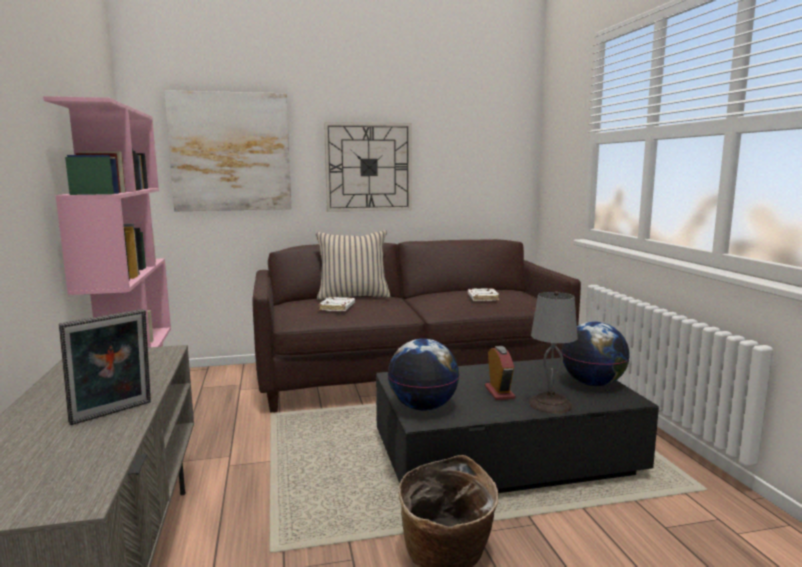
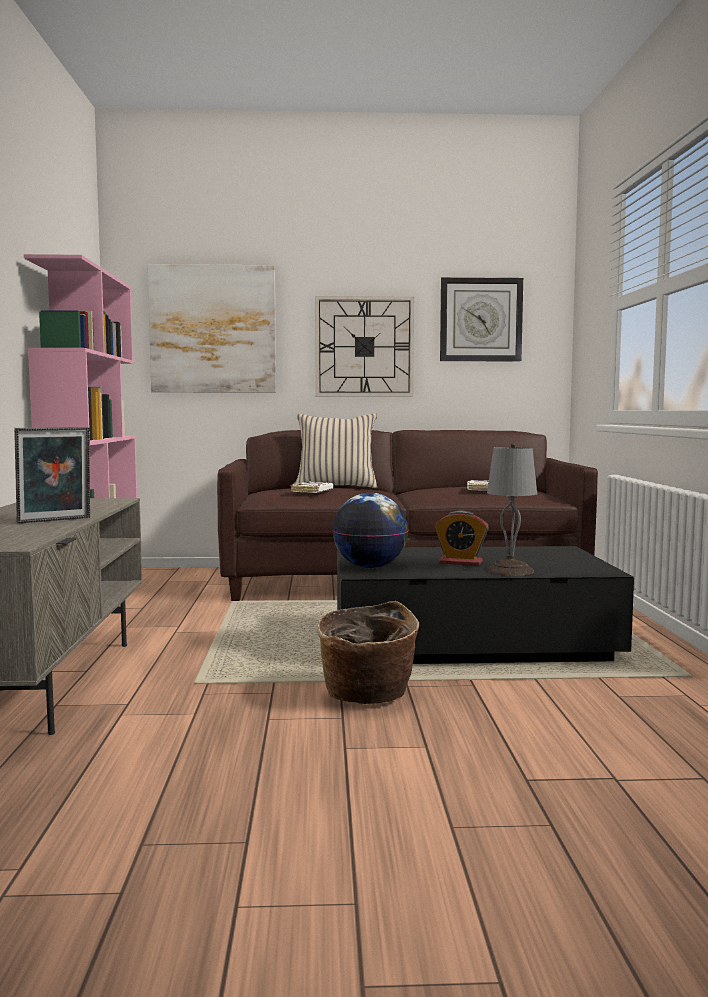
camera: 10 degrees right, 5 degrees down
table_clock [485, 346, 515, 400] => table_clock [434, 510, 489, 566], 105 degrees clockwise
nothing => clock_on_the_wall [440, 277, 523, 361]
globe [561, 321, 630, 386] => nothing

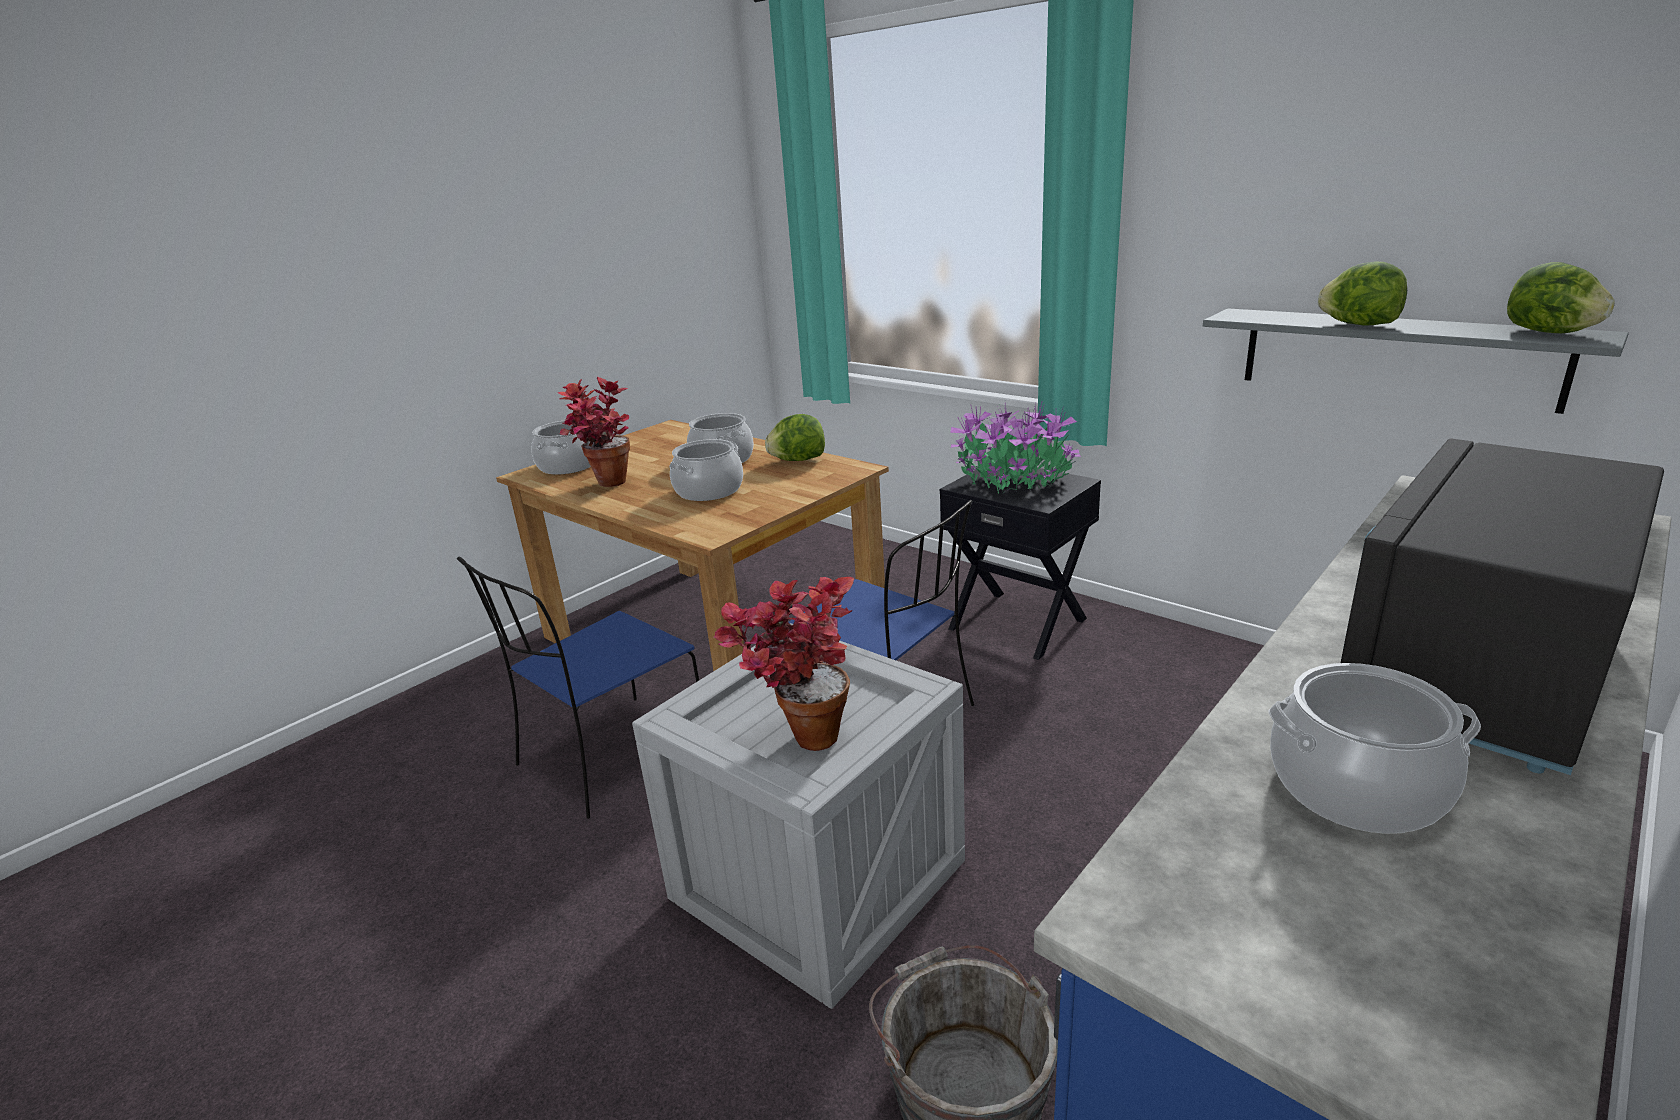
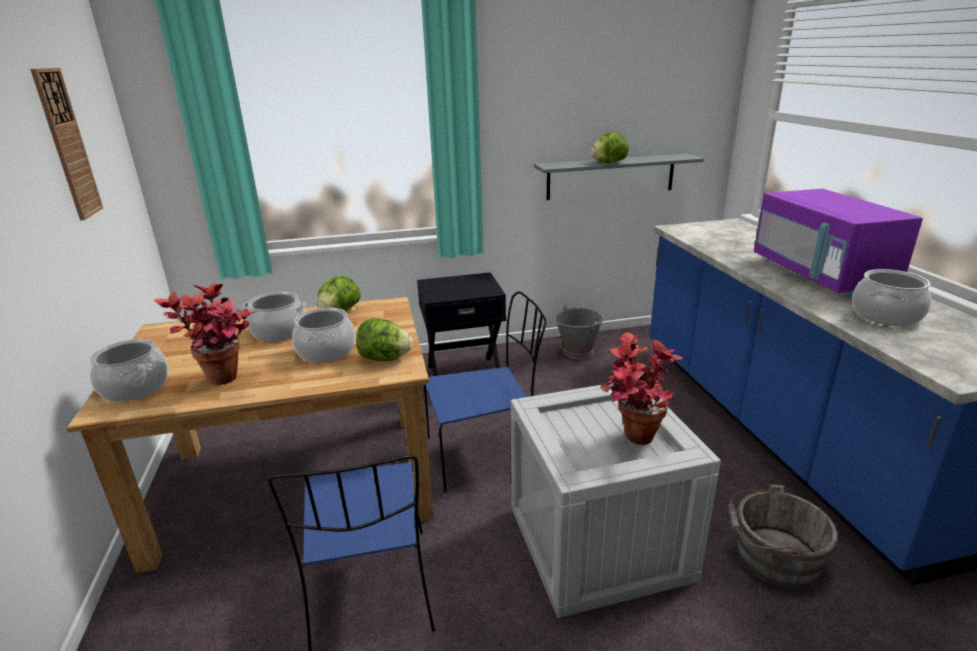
camera: 55 degrees left, 0 degrees up
nothing => clock_on_the_wall [30, 68, 103, 220]
lettuce [1507, 262, 1615, 333] => lettuce [356, 318, 413, 361], shifted
nothing => gray_bucket [555, 305, 605, 359]
blackish_microwave [1341, 438, 1664, 775] => purple_microwave [754, 188, 923, 297]
houseplant [950, 403, 1081, 493] => nothing

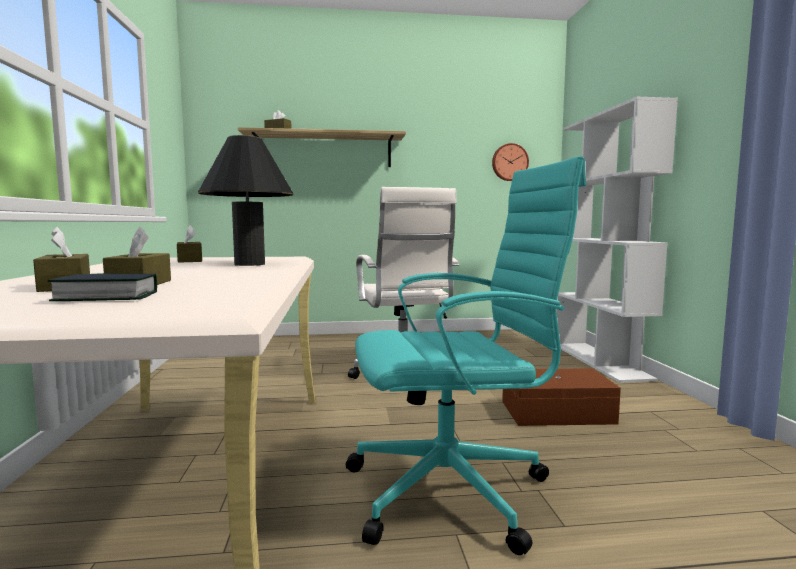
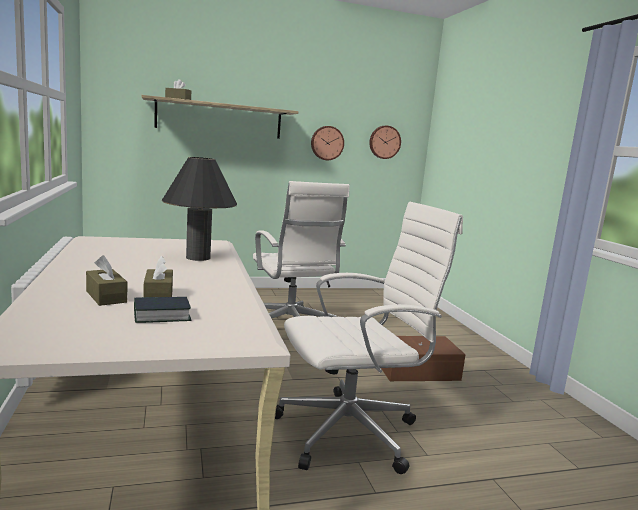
camera: 10 degrees left, 5 degrees up
turquoise_desk_chair [346, 156, 586, 555] => white-coloured_desk_chair [275, 202, 463, 474]
nothing => clock_on_the_wall [311, 126, 344, 160]
brown_tissue_holder [177, 226, 202, 263] => nothing
white-coloured_bookshelf [556, 97, 678, 383] => nothing

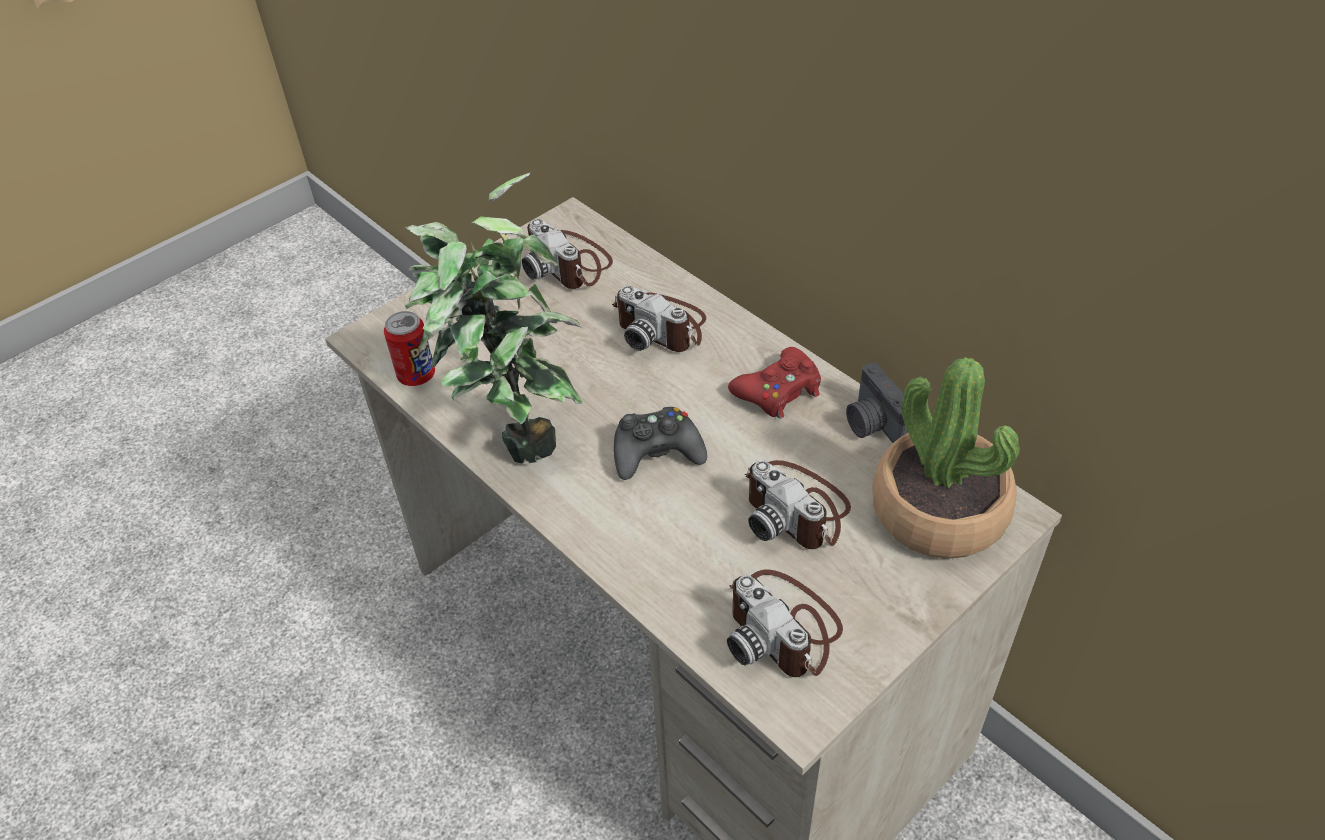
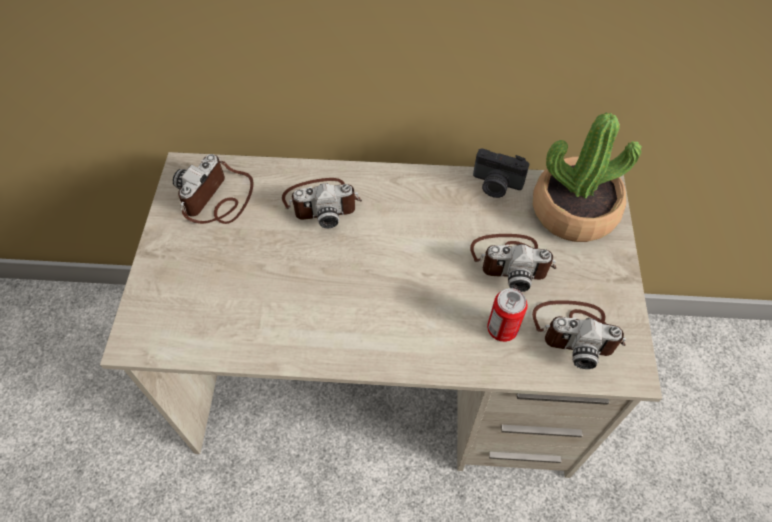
camera: 45 degrees left, 10 degrees up
still_camera [522, 218, 613, 289] => still_camera [173, 154, 254, 224], 105 degrees clockwise
can [384, 311, 435, 386] => can [487, 288, 528, 342], shifted
houseplant [404, 173, 583, 464] => nothing
blackish_gamepad [614, 407, 707, 480] => nothing
red_gamepad [728, 347, 821, 419] => nothing

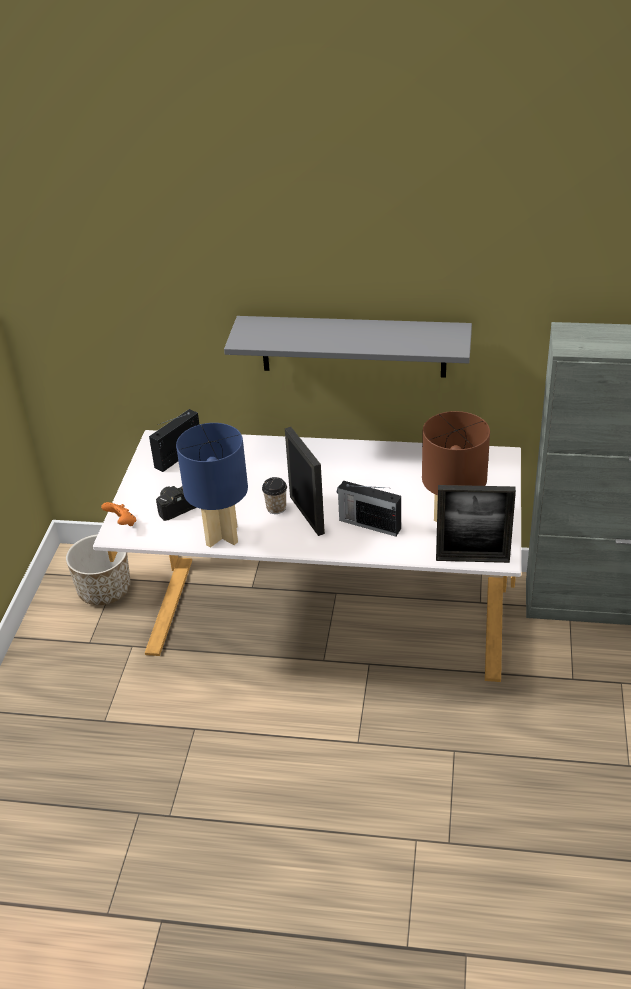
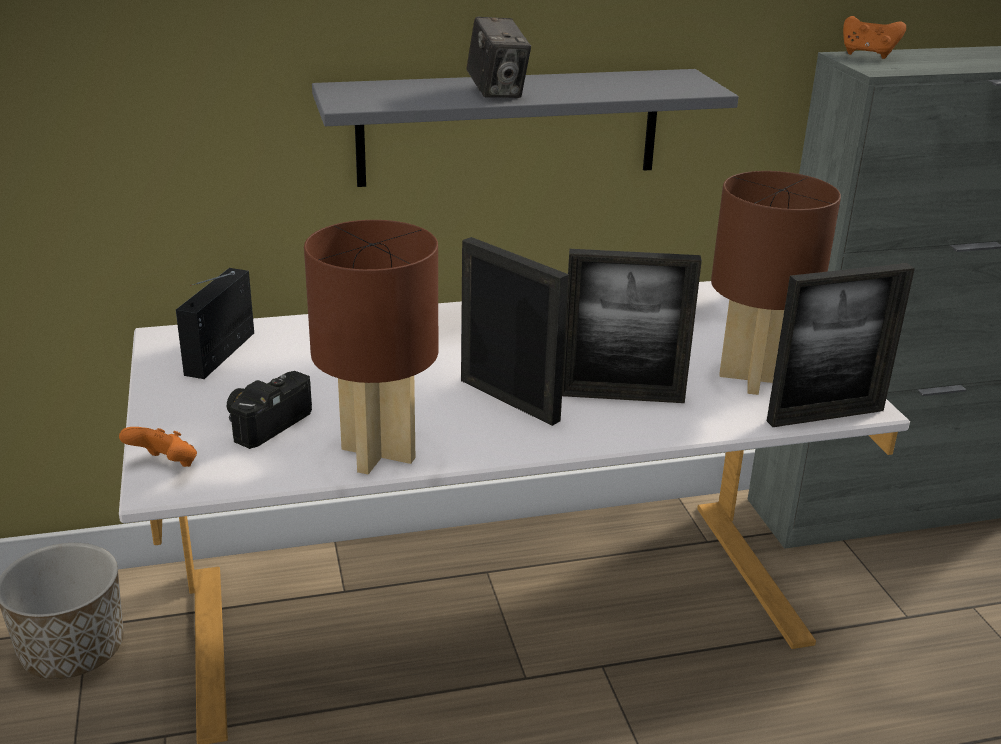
camera: 25 degrees left, 10 degrees down
blue_tabletop_lamp [176, 423, 248, 548] => brown_tabletop_lamp [304, 220, 438, 474]
nothing => still_camera [466, 17, 531, 98]
radio [337, 481, 401, 537] => photo_frame [562, 249, 702, 403]
nothing => orangey_gamepad [843, 16, 906, 59]
small_cup [262, 477, 287, 514] => nothing

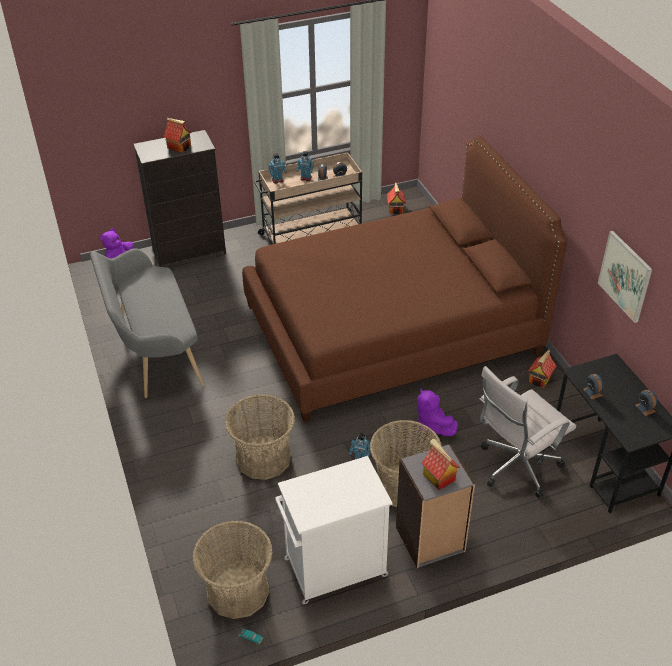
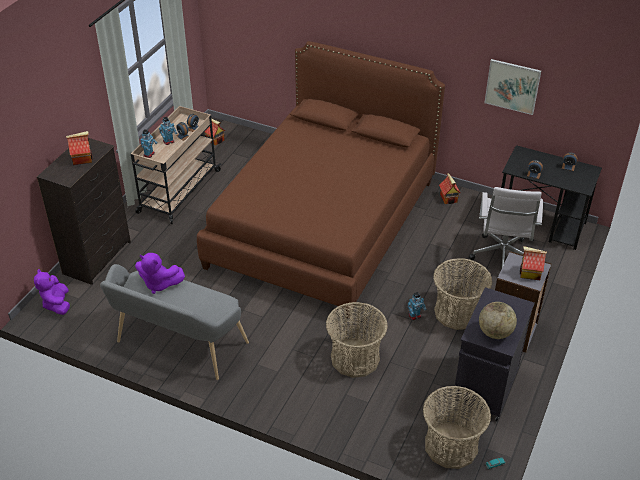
camera: 45 degrees left, 0 degrees up
purple_cuddly_toy [417, 388, 458, 436] => purple_cuddly_toy [135, 253, 185, 294], shifted
white-coloured_cupboard [275, 456, 393, 604] => blackish_cupboard [452, 287, 535, 422]
nothing => globe [479, 302, 517, 339]

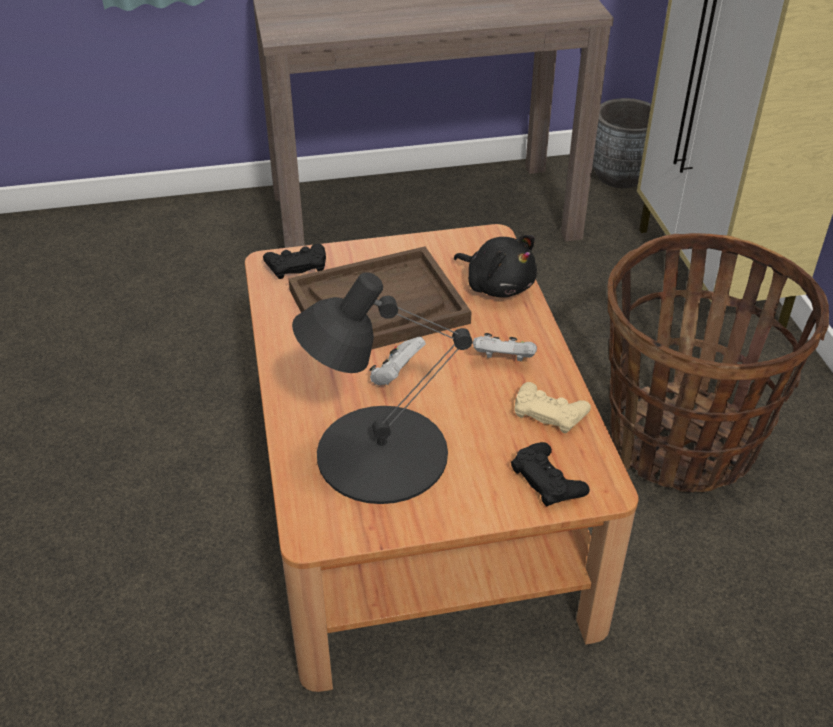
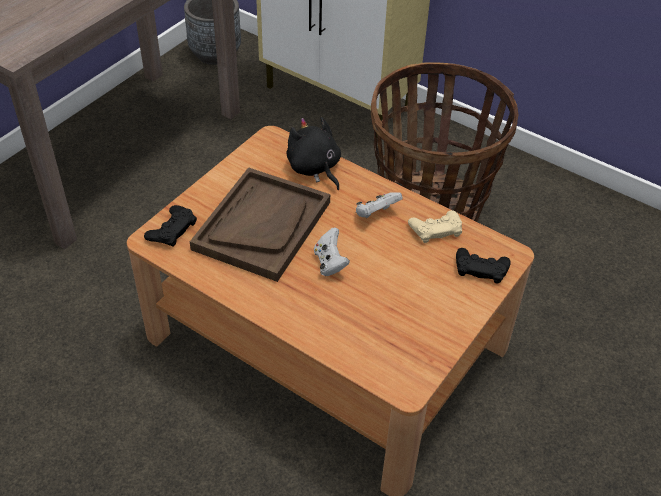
camera: 45 degrees left, 5 degrees up
blackish_cuddly_toy [454, 235, 537, 298] => blackish_cuddly_toy [286, 117, 341, 190], 120 degrees counterclockwise
blackish_tabletop_lamp [292, 272, 472, 504] => nothing

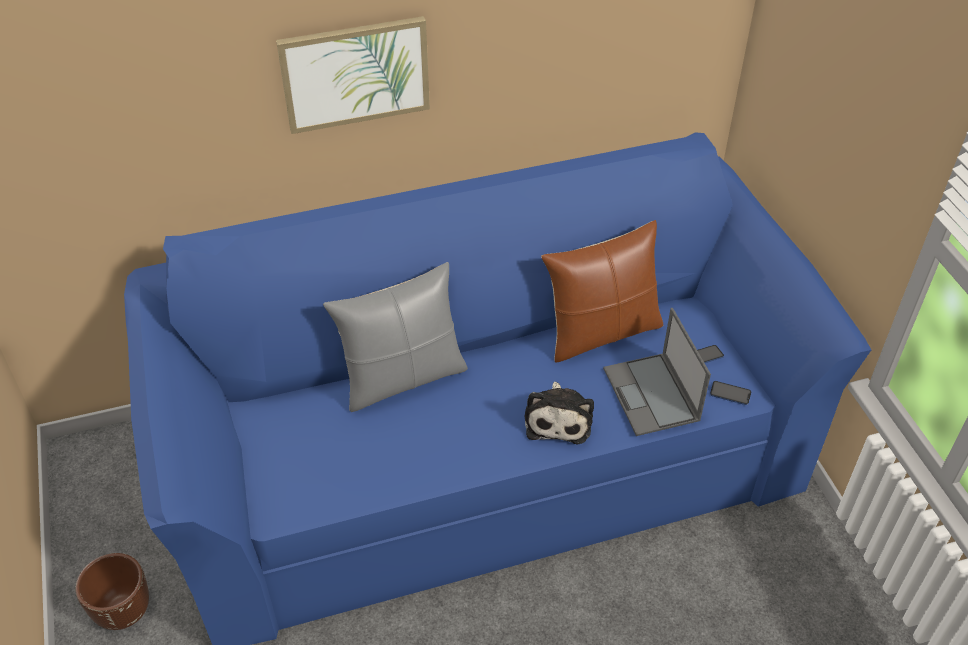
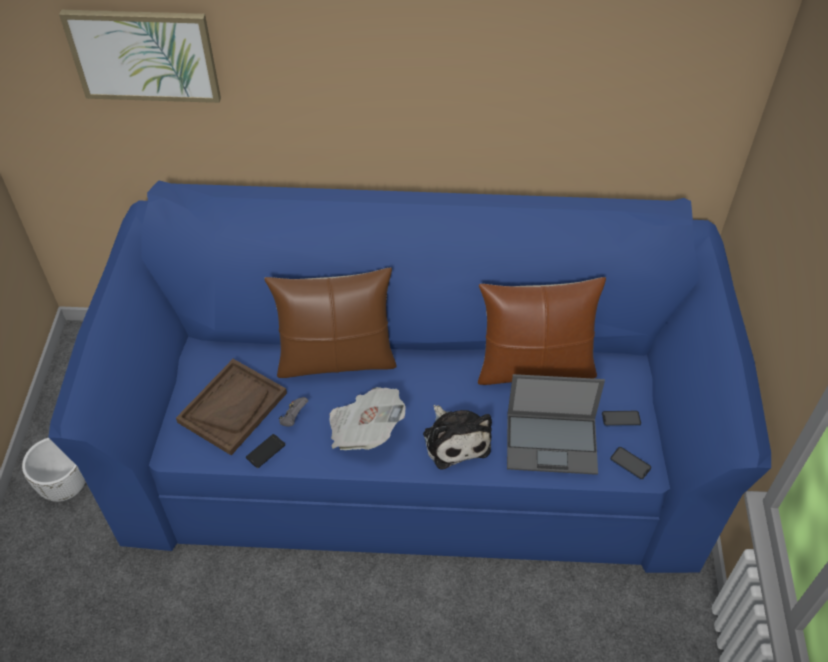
camera: 20 degrees right, 5 degrees up
brown_planter [76, 553, 149, 630] => white-coloured_planter [22, 438, 86, 502]
wall_art [276, 16, 430, 134] => wall_art [59, 10, 221, 103], shifted
nothing => brown_carrying_tray [176, 359, 287, 455]
nothing => telephone [246, 434, 286, 468]
gray_throw_pillow [323, 262, 468, 412] => brown_throw_pillow [264, 268, 397, 378]
nothing => gray_gamepad [279, 397, 308, 427]
nothing => daily_paper [329, 387, 406, 450]
cuddly_toy [525, 382, 594, 444] => cuddly_toy [423, 405, 492, 470], 45 degrees counterclockwise
portable_computer [603, 308, 711, 436] => portable_computer [507, 374, 605, 475], 90 degrees counterclockwise

